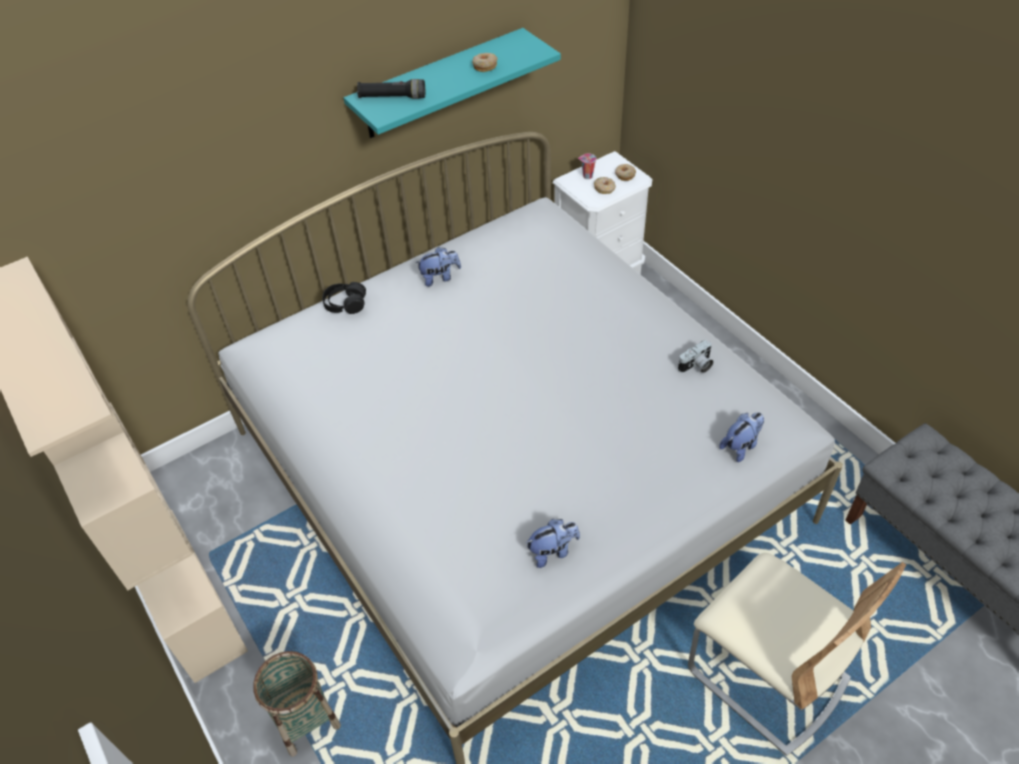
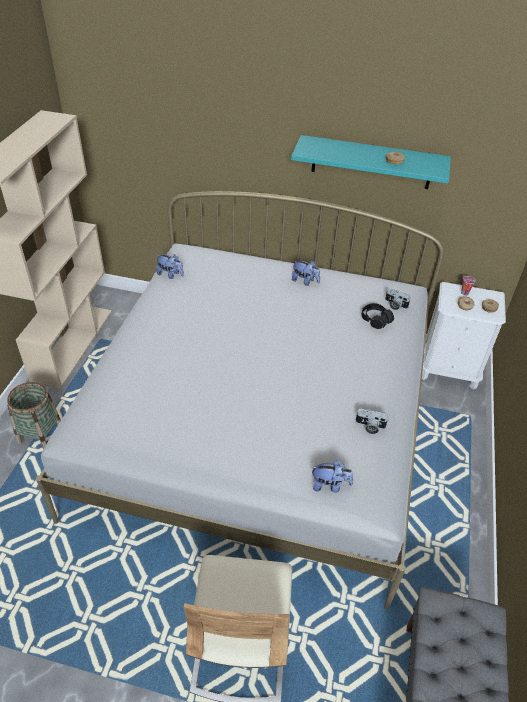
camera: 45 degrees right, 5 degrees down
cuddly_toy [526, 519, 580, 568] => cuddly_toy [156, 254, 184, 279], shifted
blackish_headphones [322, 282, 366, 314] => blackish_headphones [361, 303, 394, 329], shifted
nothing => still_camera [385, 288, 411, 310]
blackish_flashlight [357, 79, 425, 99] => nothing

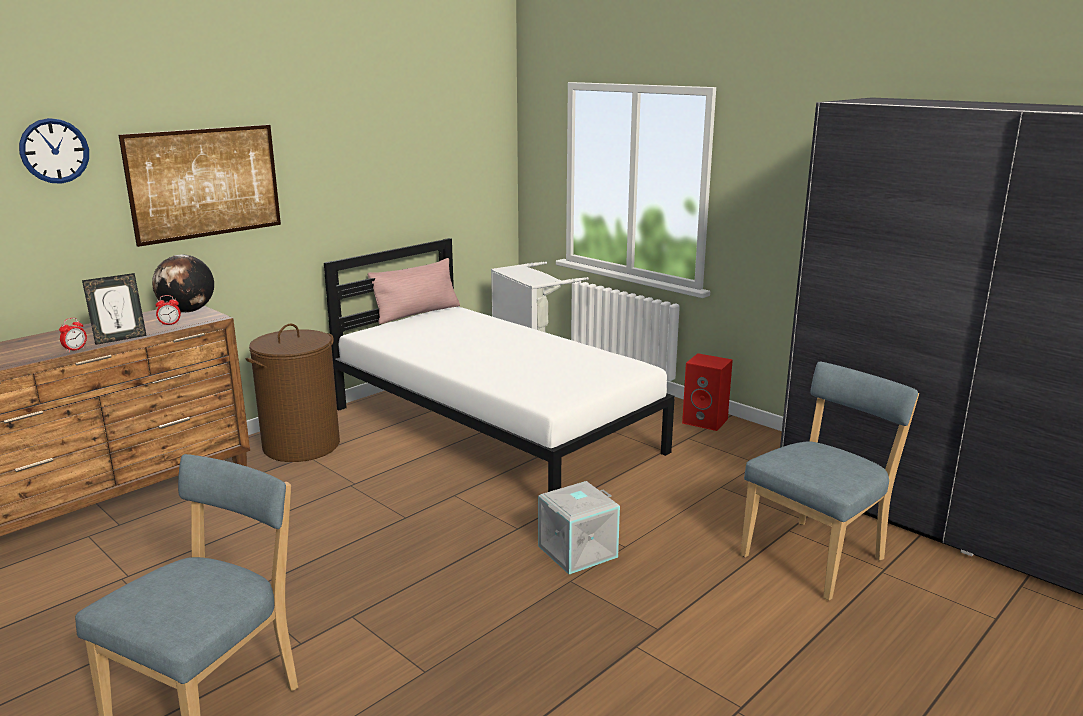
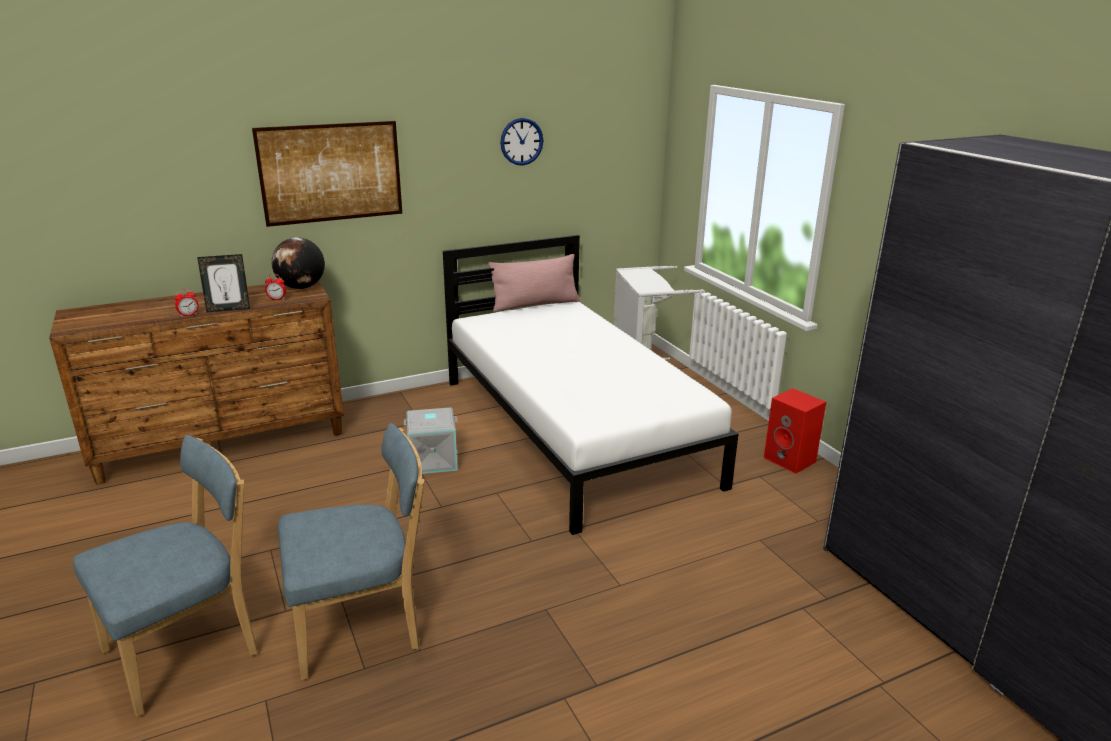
camera: 20 degrees right, 5 degrees up
blue_upright_chair [740, 362, 919, 601] => blue_upright_chair [278, 423, 425, 680], shifted
gray_storage_bin [538, 481, 620, 574] => gray_storage_bin [404, 407, 458, 474], shifted
clock_on_the_wall [19, 118, 89, 184] => clock_on_the_wall [500, 118, 543, 166], shifted
brown_washing_basket [246, 324, 340, 462] => nothing

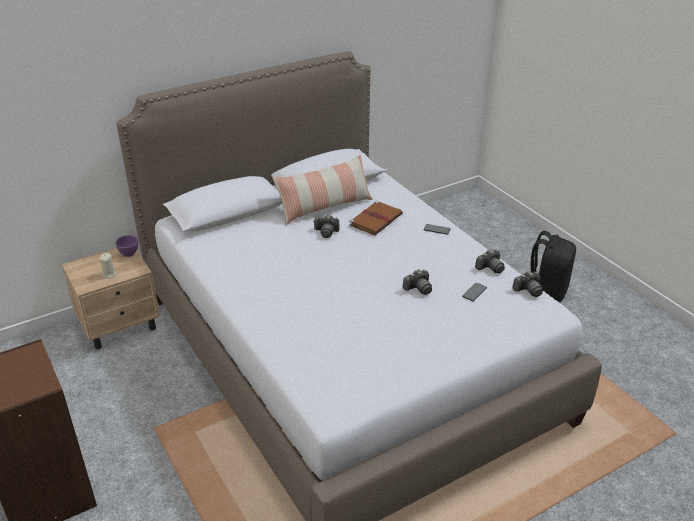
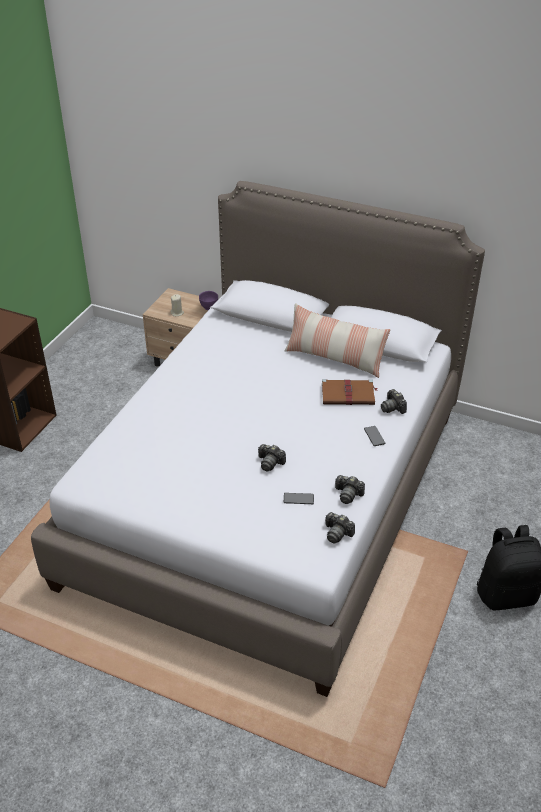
camera: 55 degrees right, 5 degrees up
still_camera [314, 215, 339, 238] => still_camera [381, 389, 407, 414], shifted

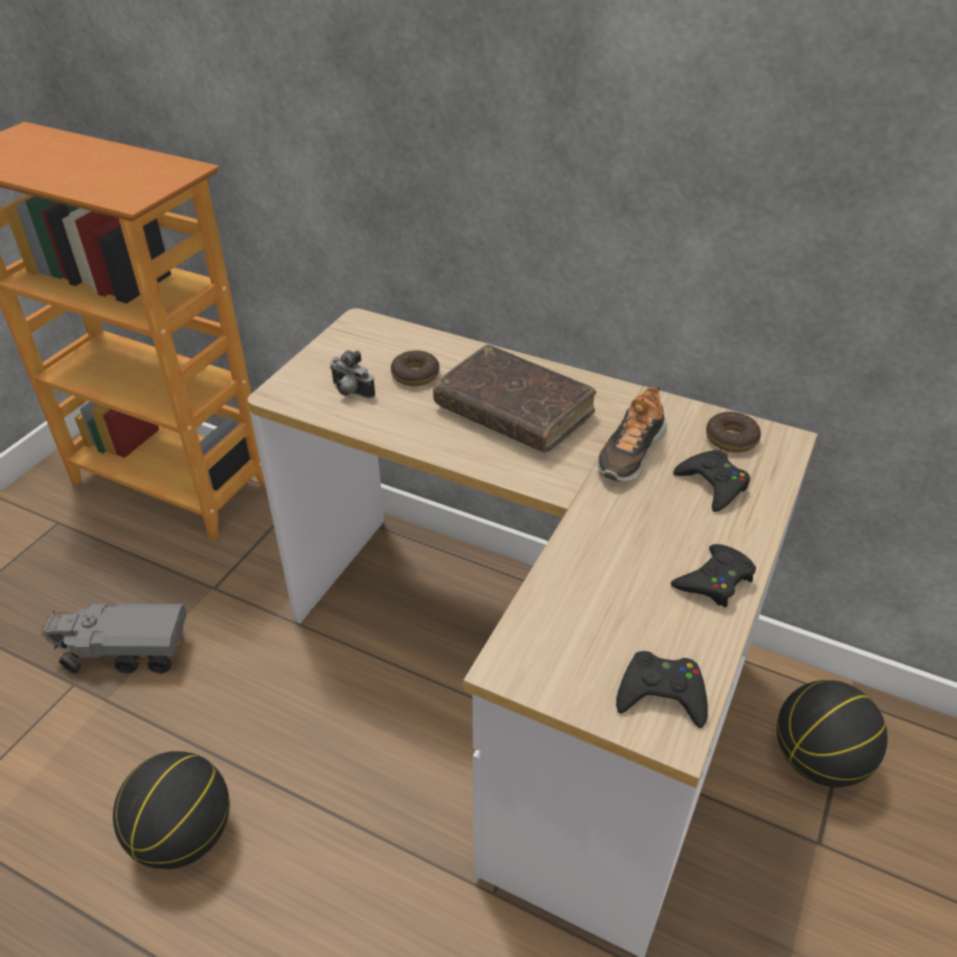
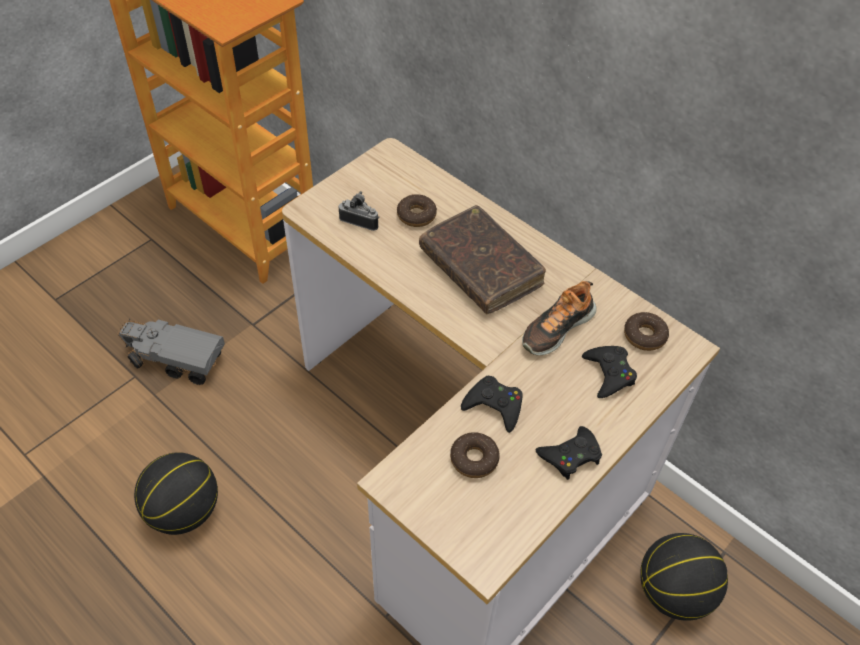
camera: 15 degrees right, 10 degrees up
still_camera [330, 350, 375, 399] => still_camera [339, 191, 379, 231], 150 degrees clockwise
nothing => ring_doughnut [450, 432, 500, 478]
blackish_gamepad [616, 651, 708, 728] => blackish_gamepad [461, 376, 523, 433], shifted

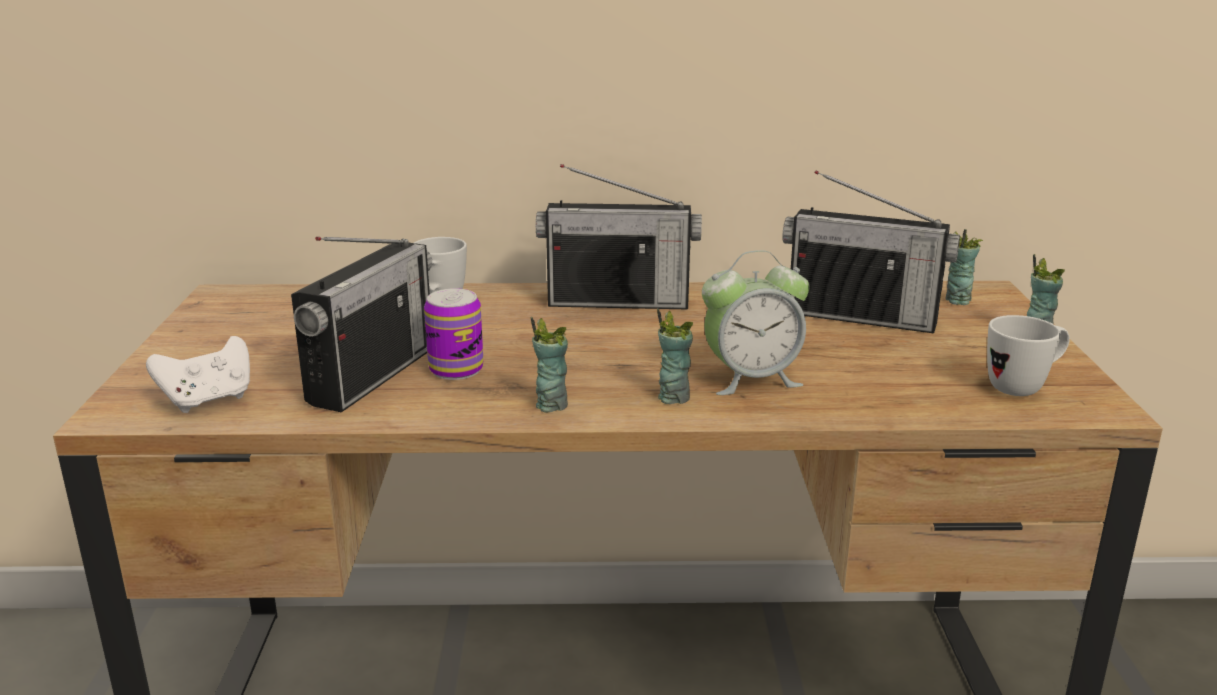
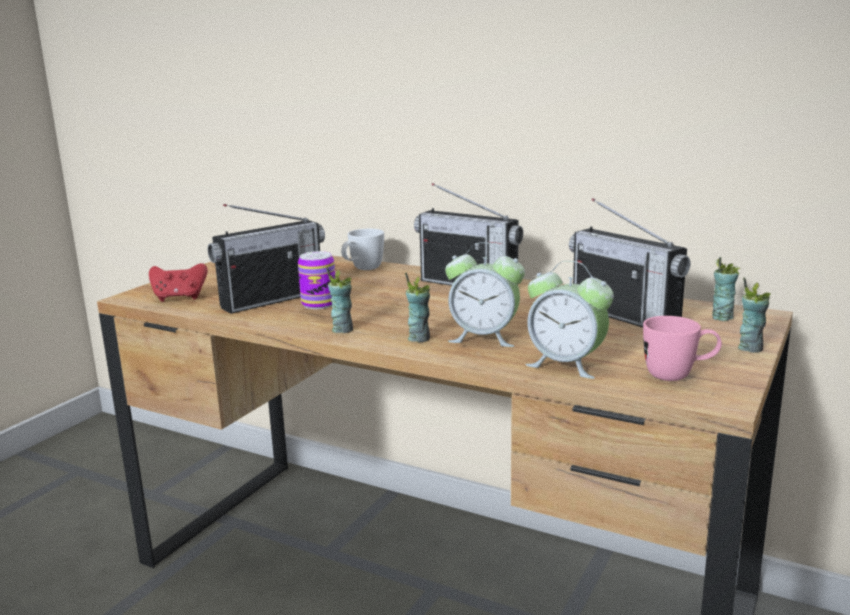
camera: 30 degrees right, 5 degrees down
white-coloured_gamepad [146, 336, 250, 413] => red_gamepad [149, 263, 208, 302]
nothing => table_clock [526, 261, 614, 379]
white-coloured_coffee_mug [987, 315, 1070, 396] => pinkish_coffee_mug [643, 316, 722, 381]

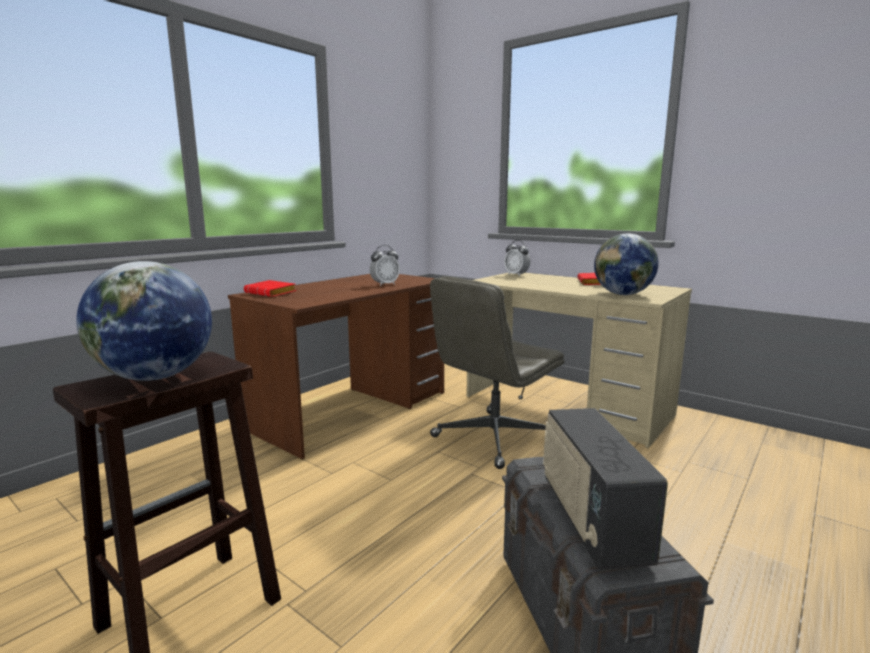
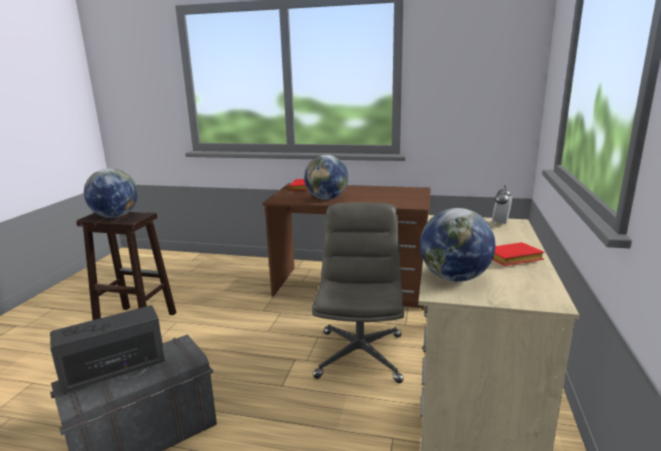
camera: 65 degrees right, 5 degrees up
nothing => globe [304, 155, 348, 200]
gray_desk_chair [430, 276, 565, 469] => gray_desk_chair [312, 202, 404, 383], 75 degrees clockwise
table_clock [369, 245, 400, 286] => nothing

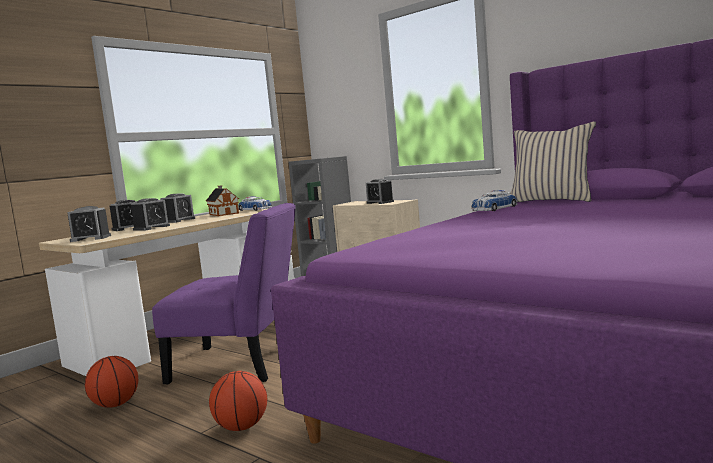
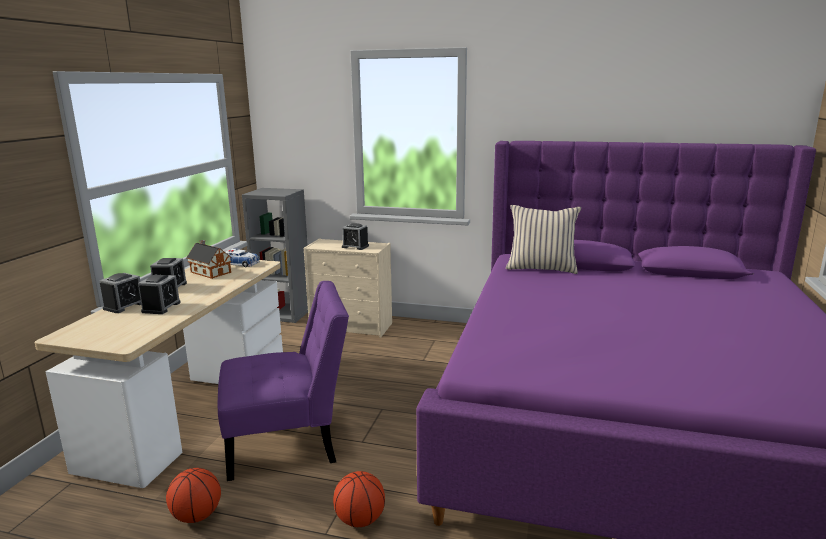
camera: 25 degrees left, 10 degrees up
table_clock [68, 206, 111, 242] => nothing
model_car [472, 190, 517, 211] => nothing

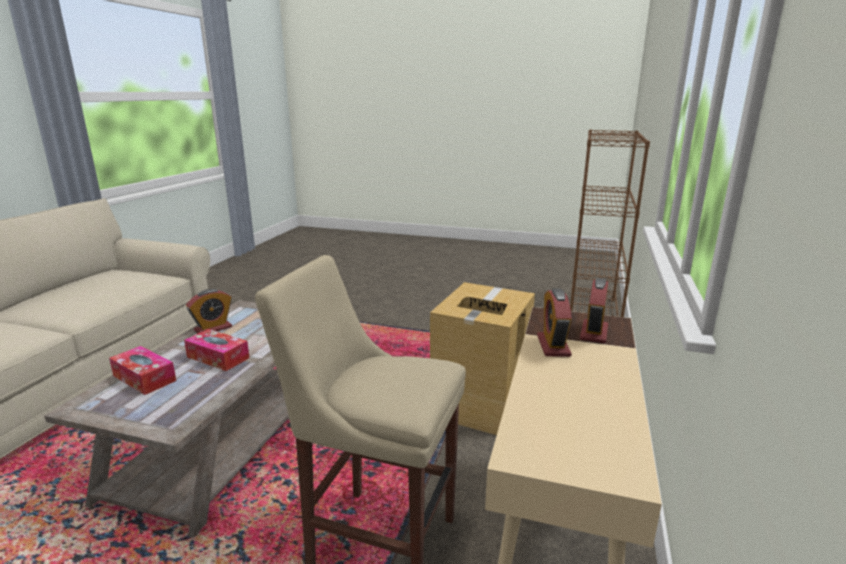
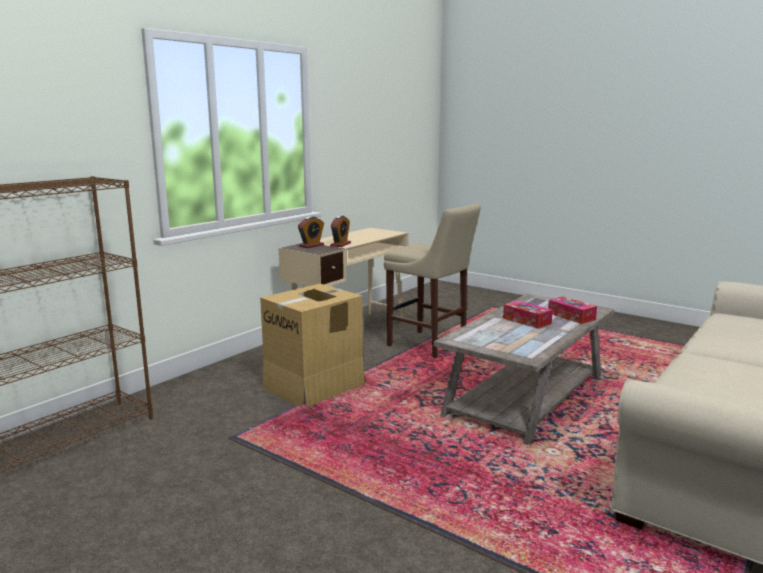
camera: 160 degrees left, 5 degrees down
table_clock [186, 289, 232, 333] => nothing

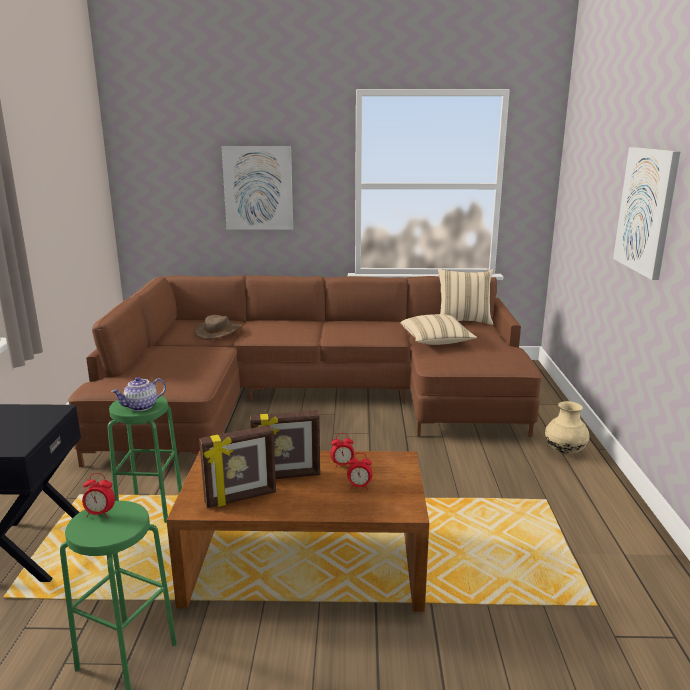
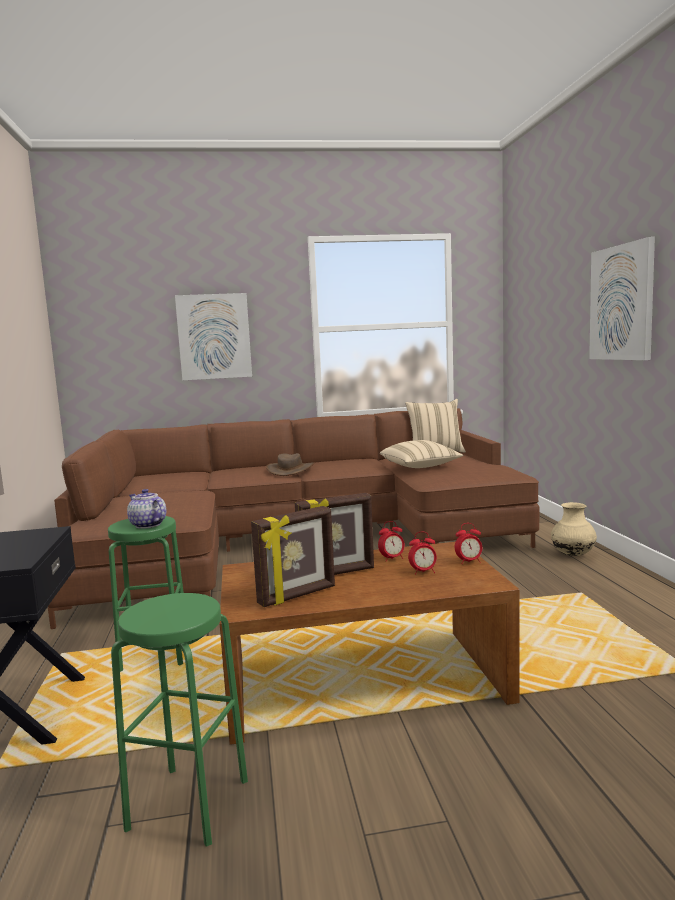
camera: 10 degrees left, 10 degrees down
tea_pot [111, 377, 166, 411] => tea_pot [127, 489, 166, 529], 90 degrees clockwise
brown_hat [194, 315, 243, 340] => brown_hat [266, 453, 314, 476], shifted
table_clock [82, 473, 115, 518] => table_clock [455, 523, 482, 564], shifted

